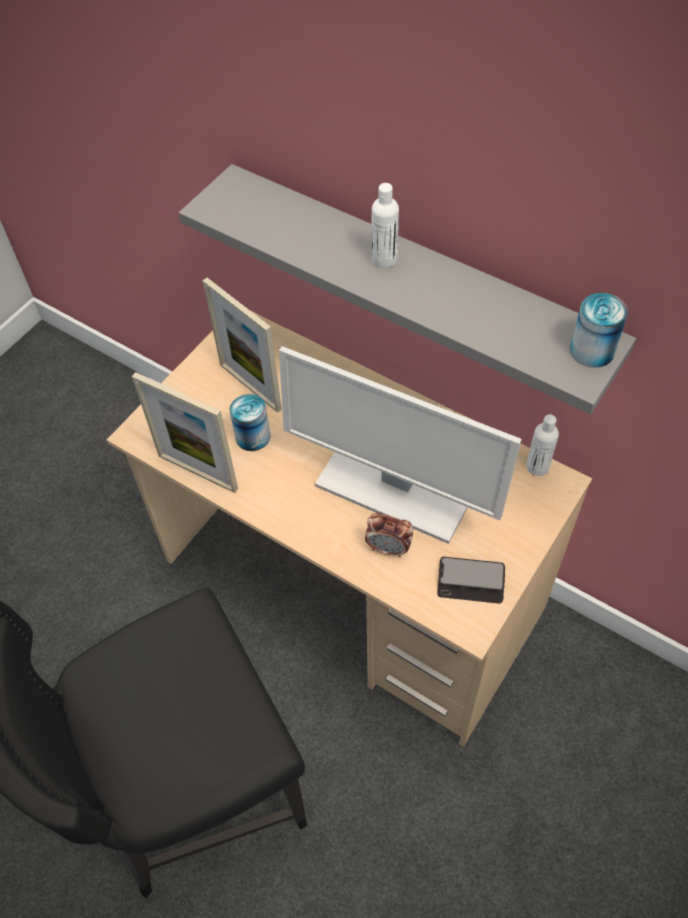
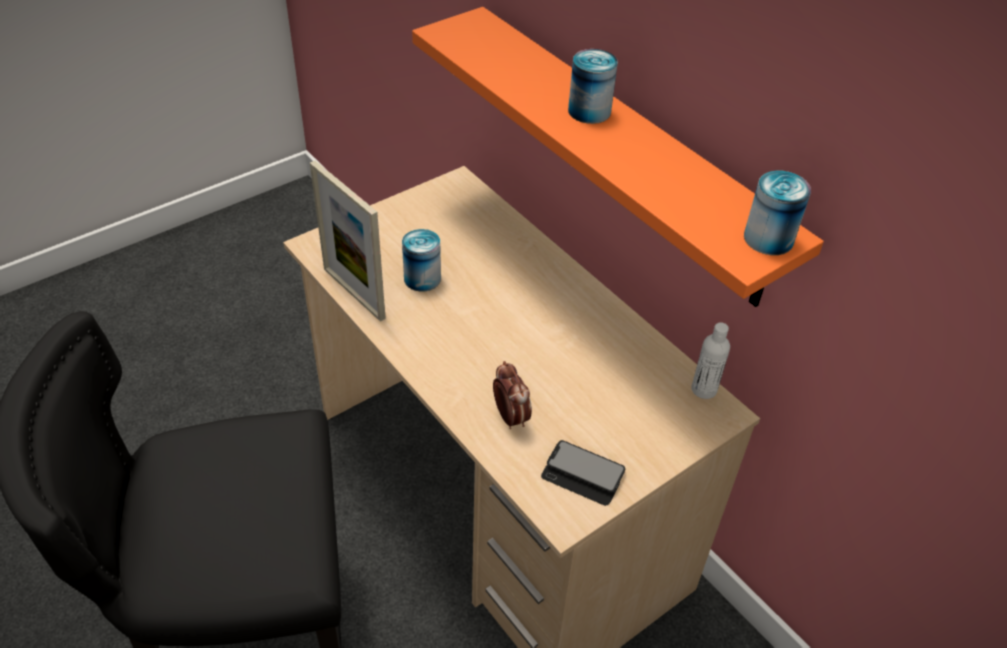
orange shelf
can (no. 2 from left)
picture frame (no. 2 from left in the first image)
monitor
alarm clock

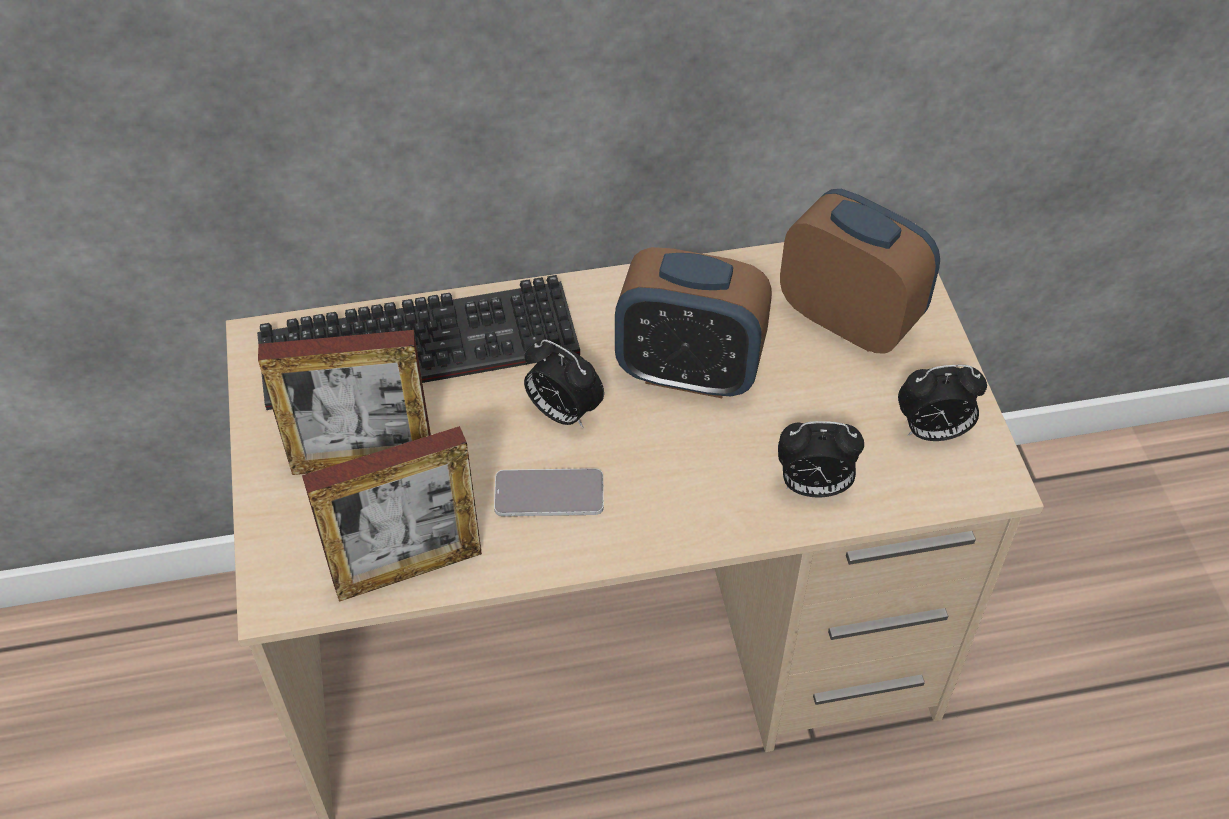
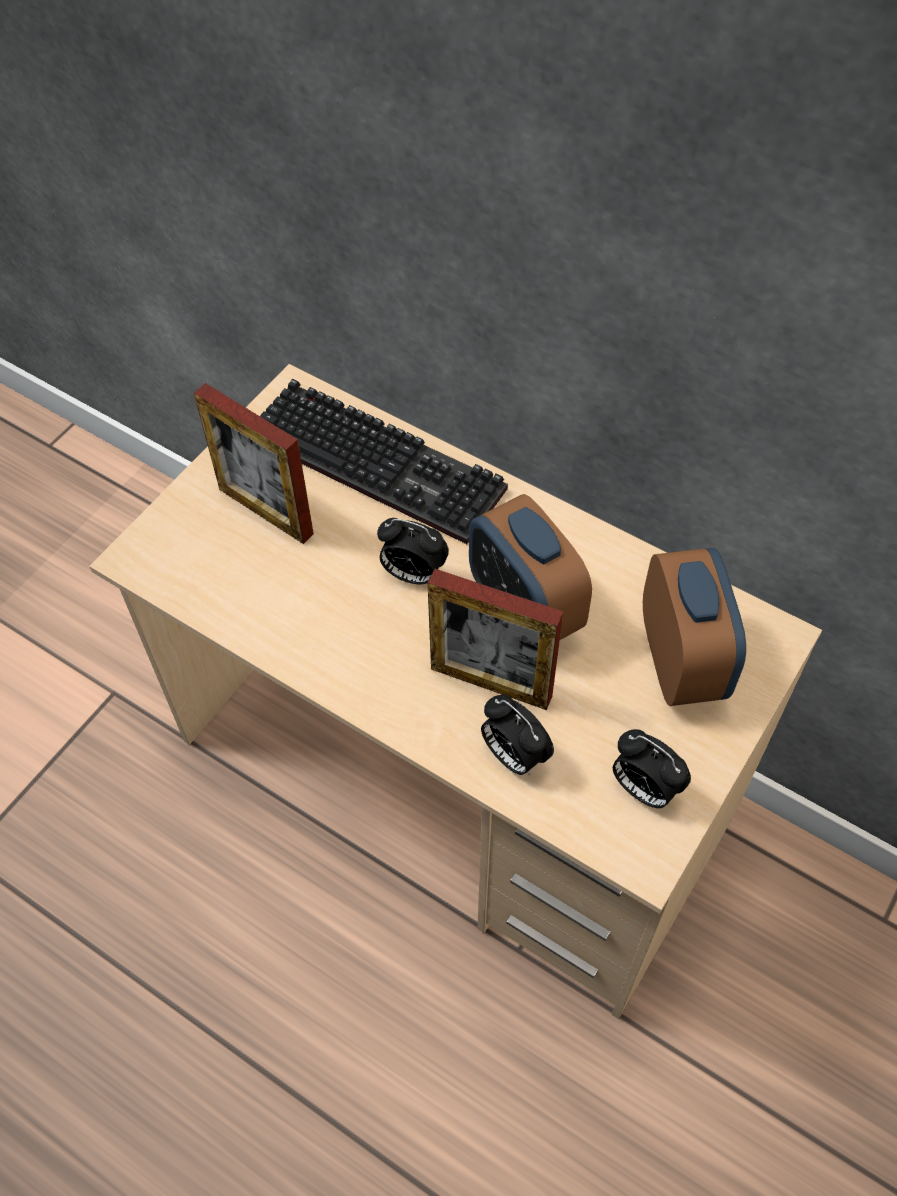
alarm clock (no. 1 from left)
picture frame (no. 2 from left)
phone

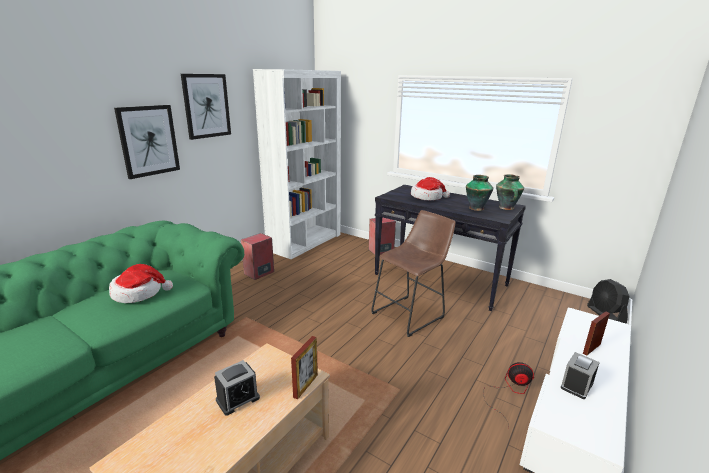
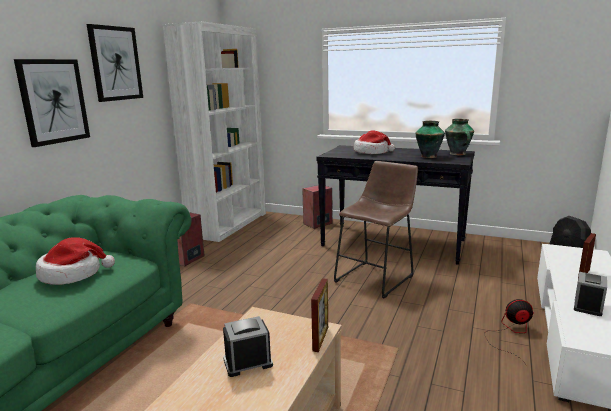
alarm clock (no. 1 from left)

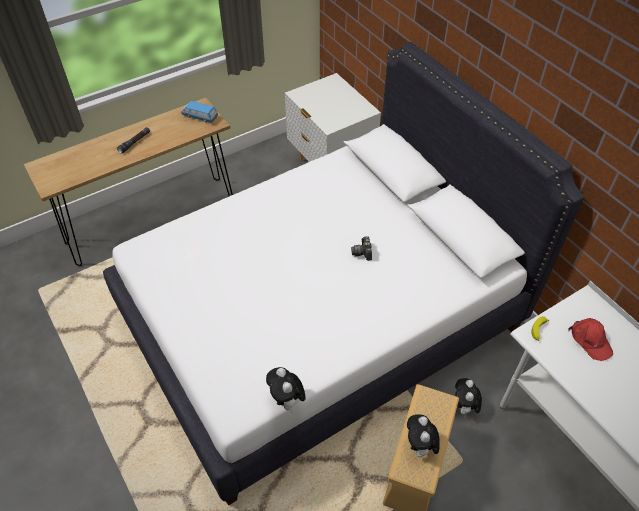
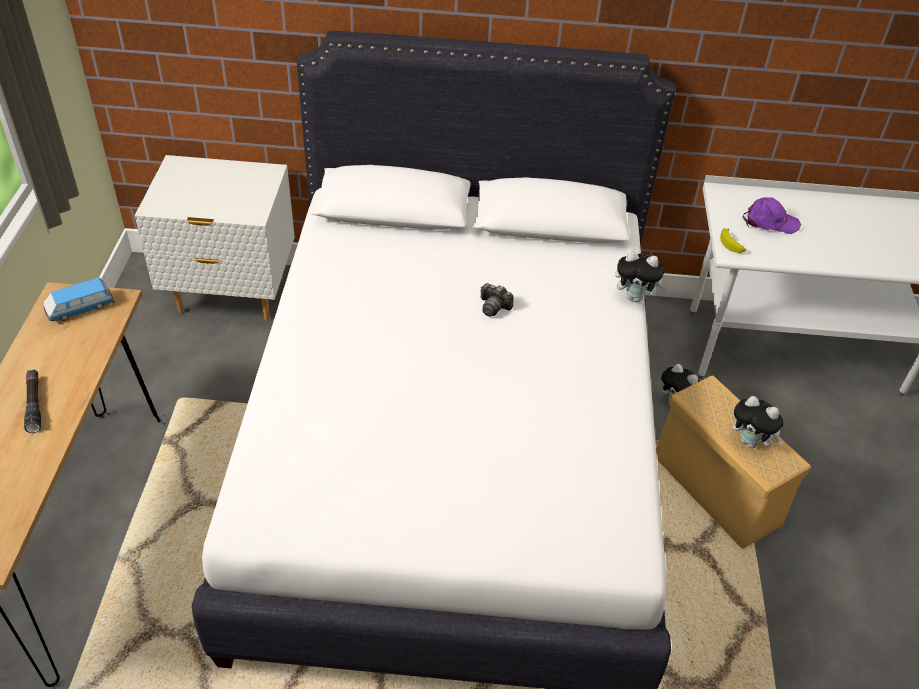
purple cap
plush toy (no. 1 from left)

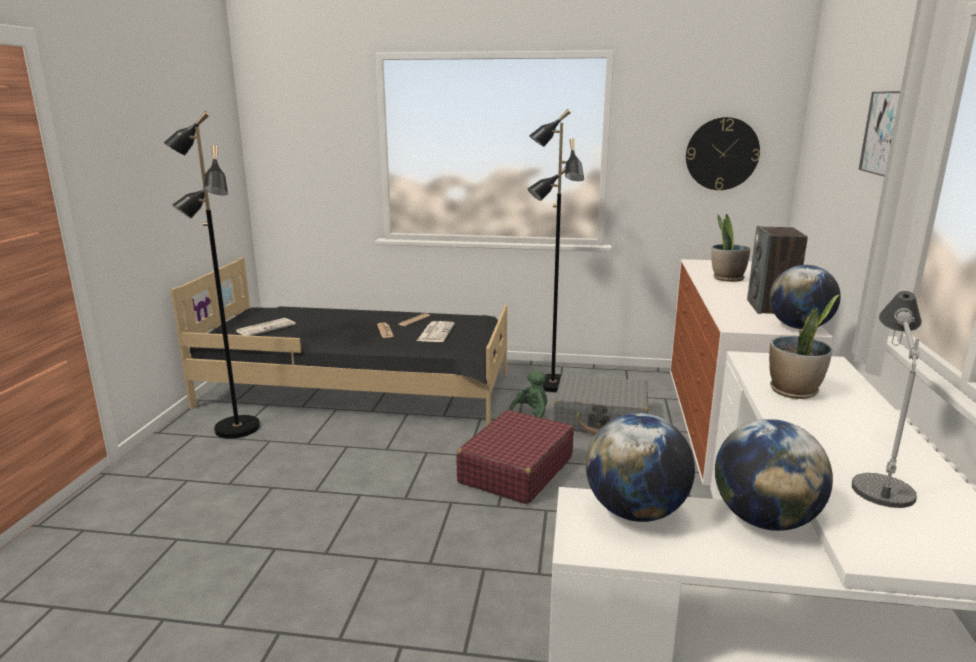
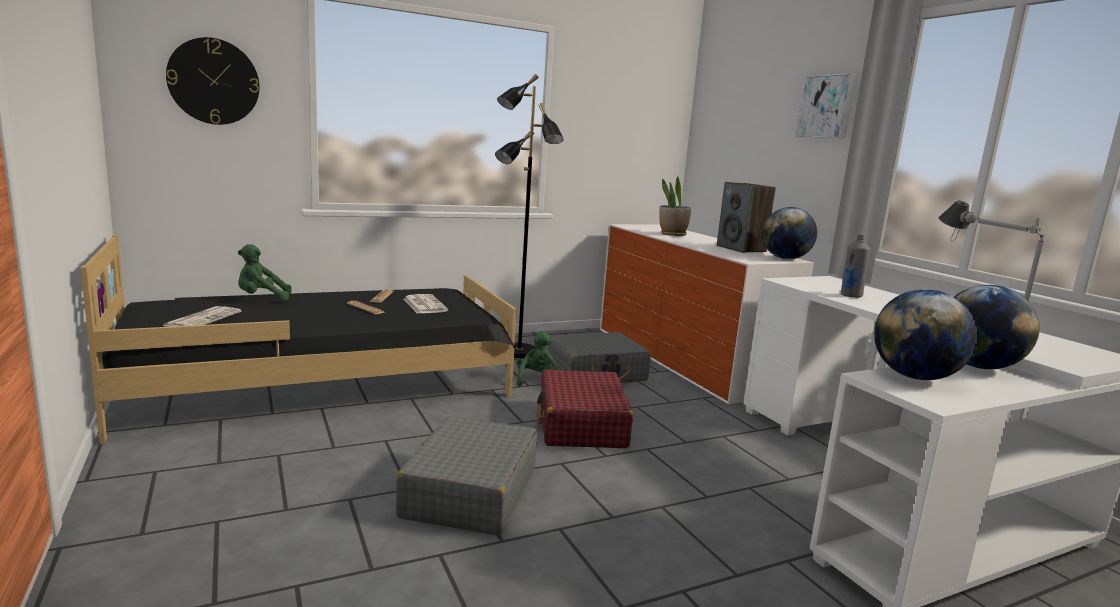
black floor lamp (no. 1 from left in the first image)
wall clock
grey bottle
green plush toy (no. 1 from left)
grey suitcase (no. 1 from left)

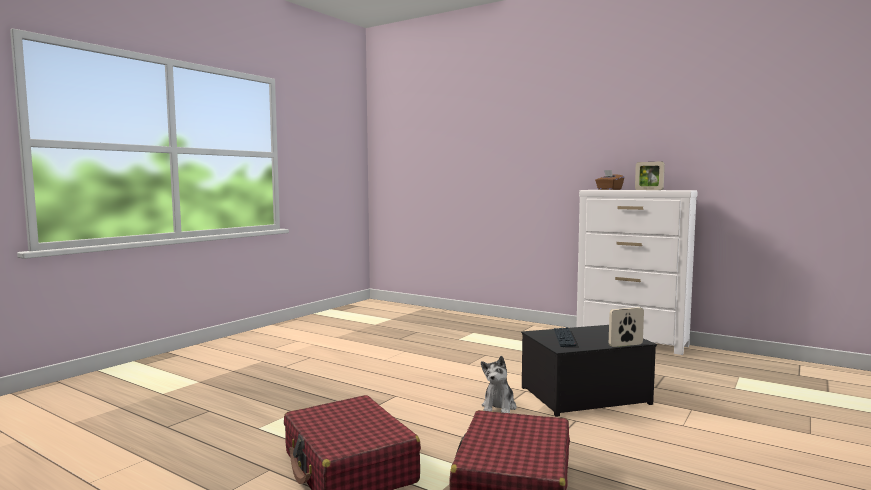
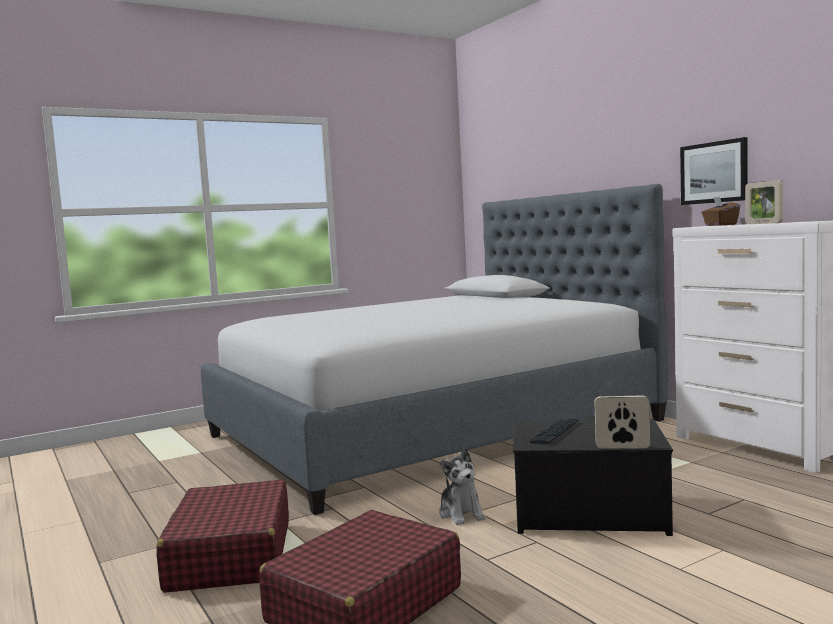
plush toy
picture
bed

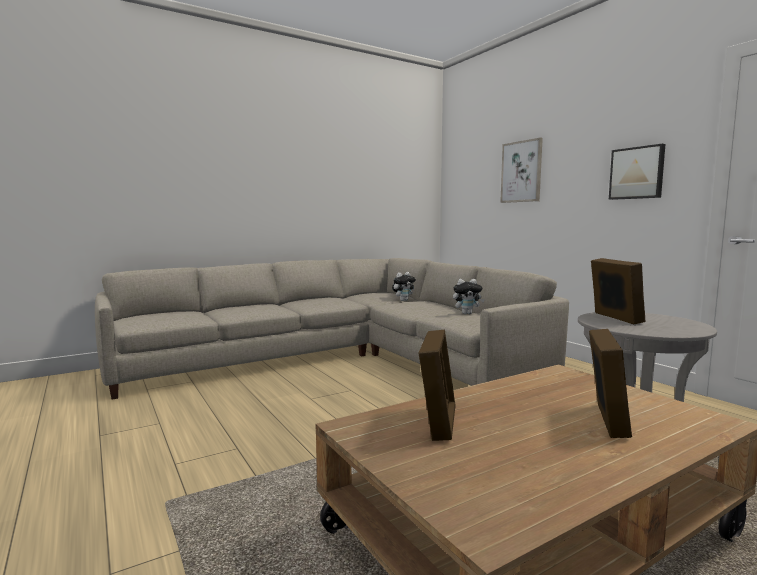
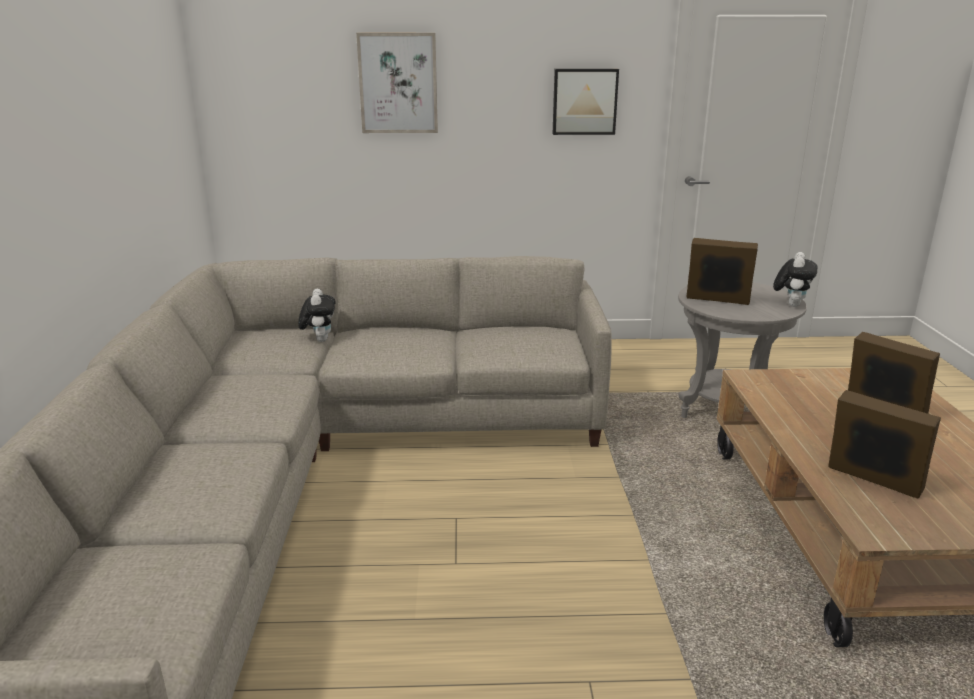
plush toy (no. 2 from left)

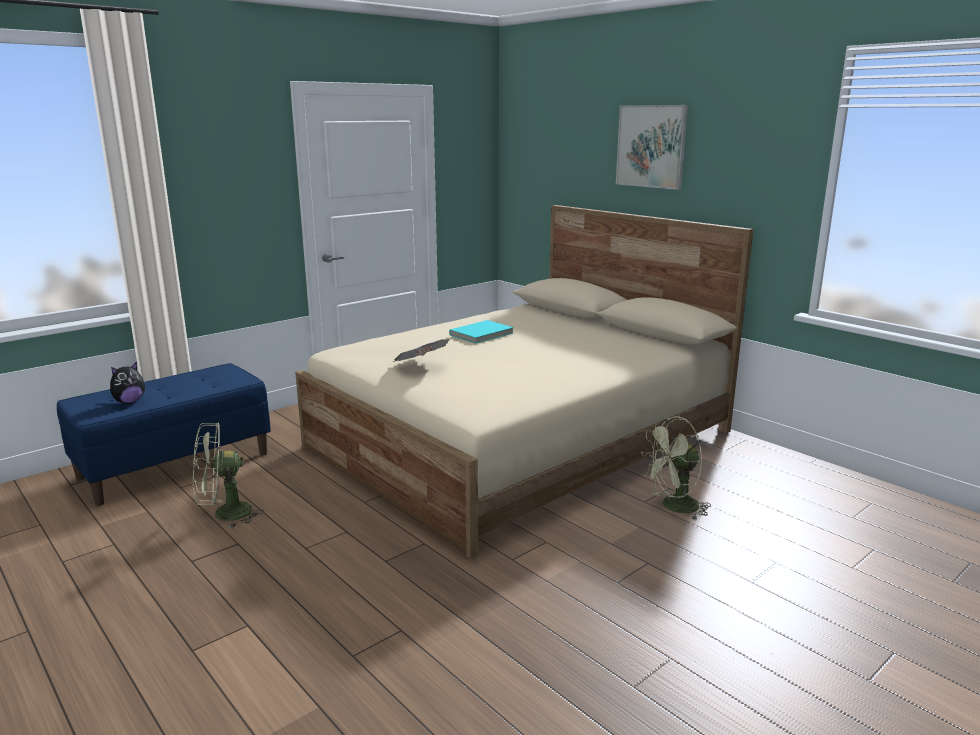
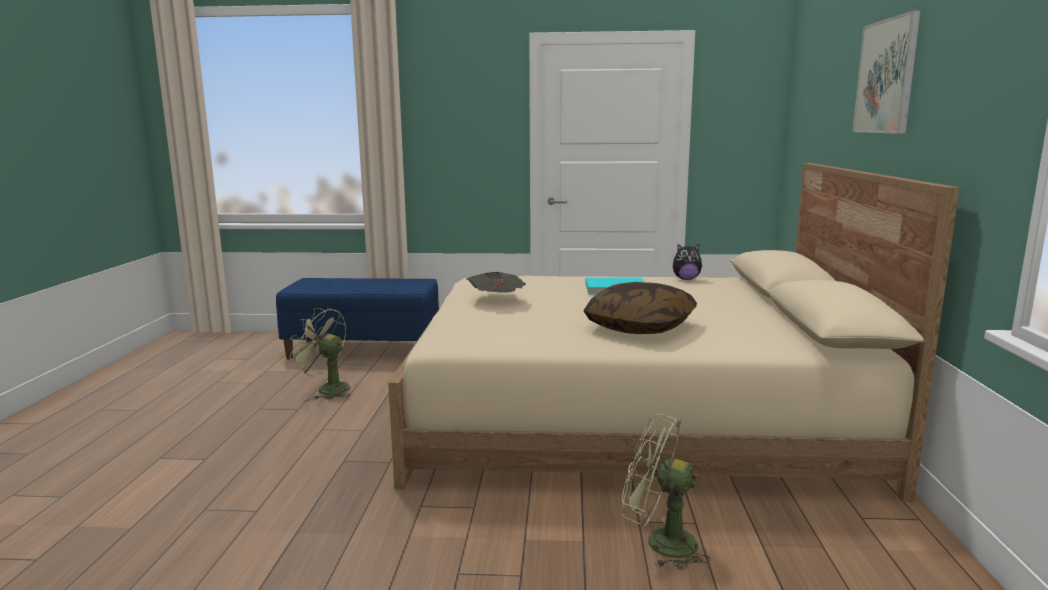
plush toy
pillow

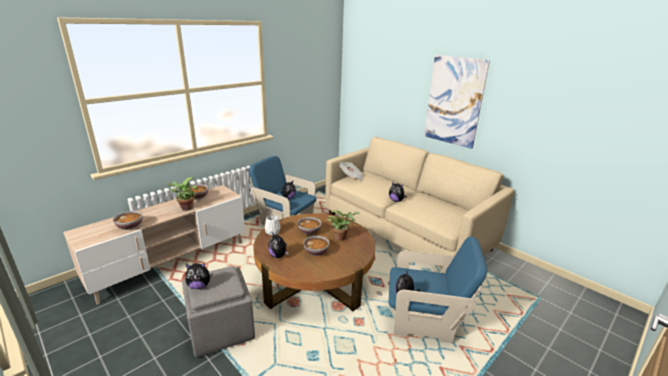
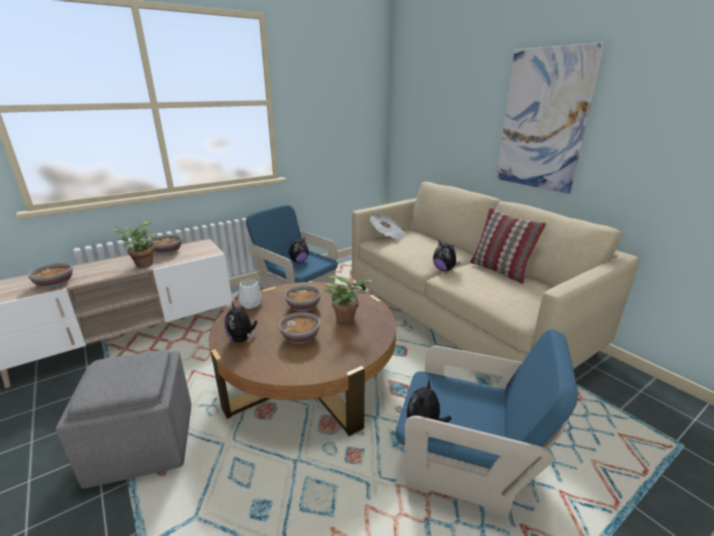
plush toy (no. 1 from left in the first image)
pillow

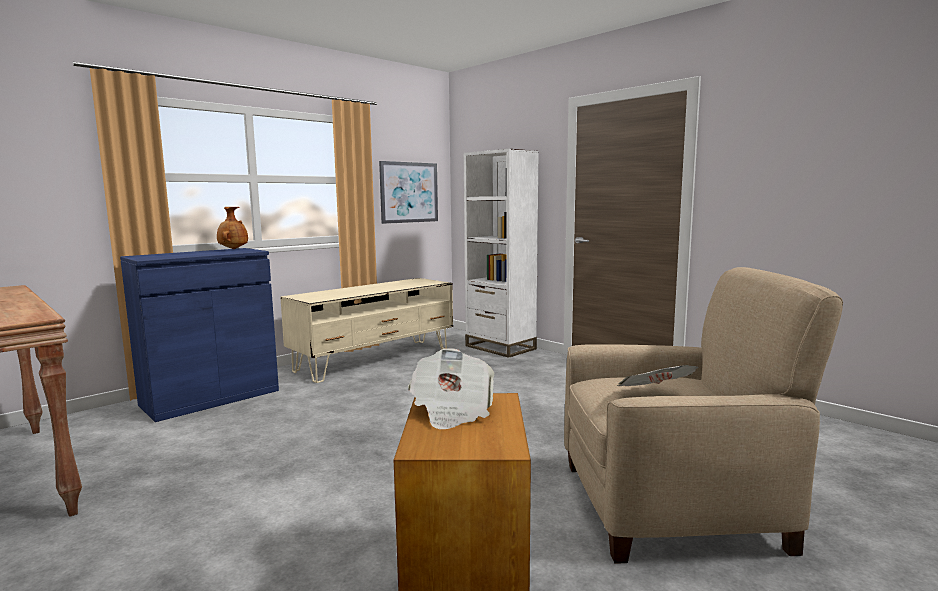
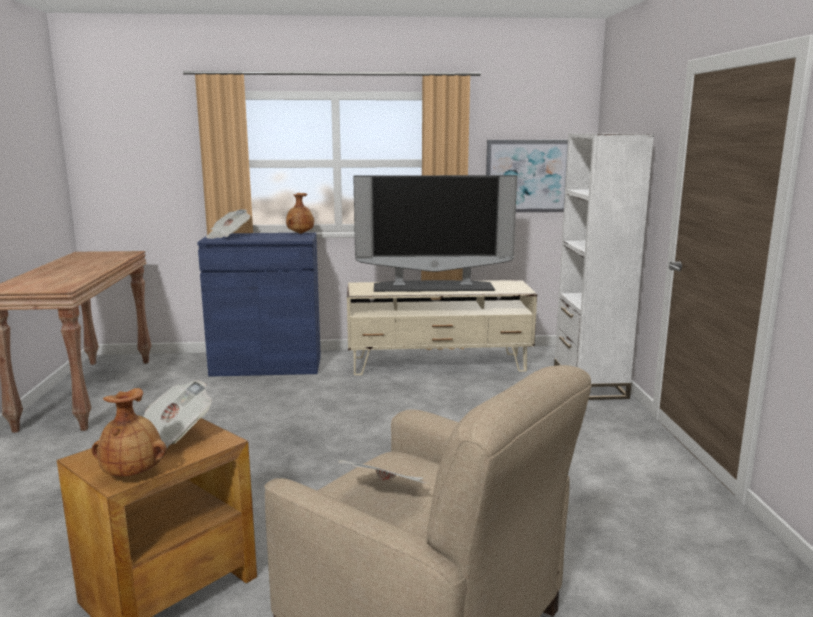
television
newspaper (no. 2 from left)
brown vase (no. 1 from left)

